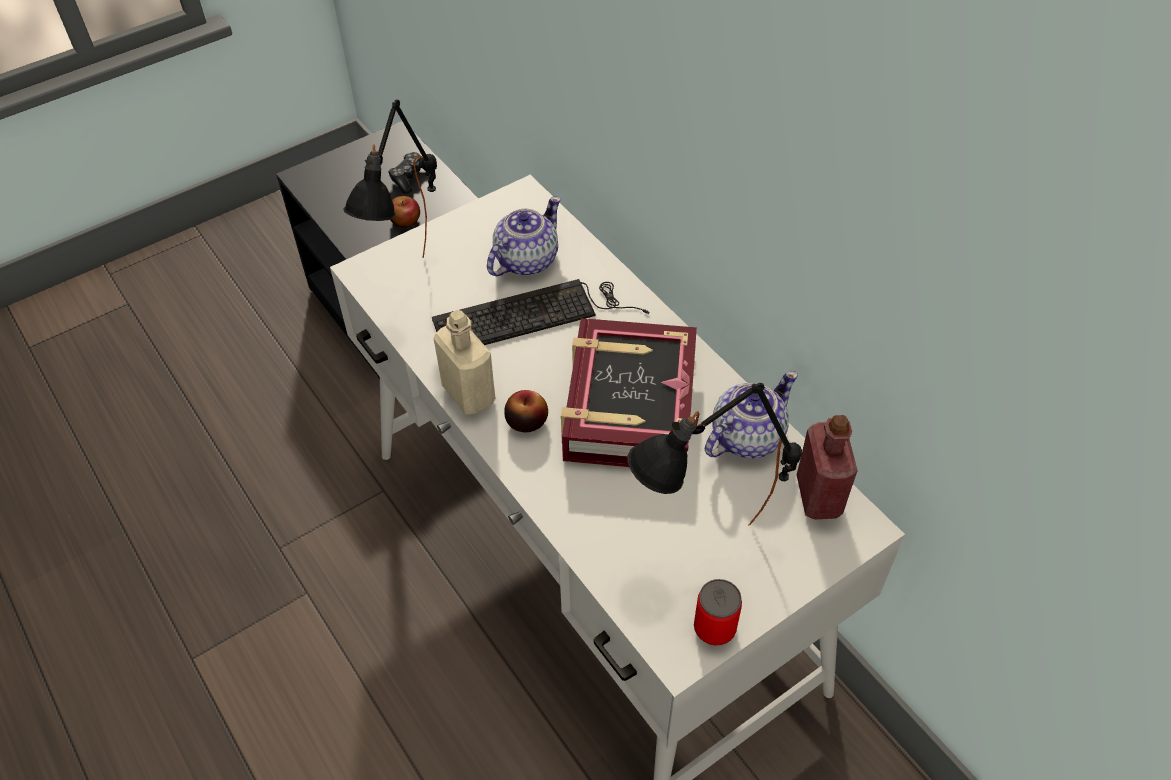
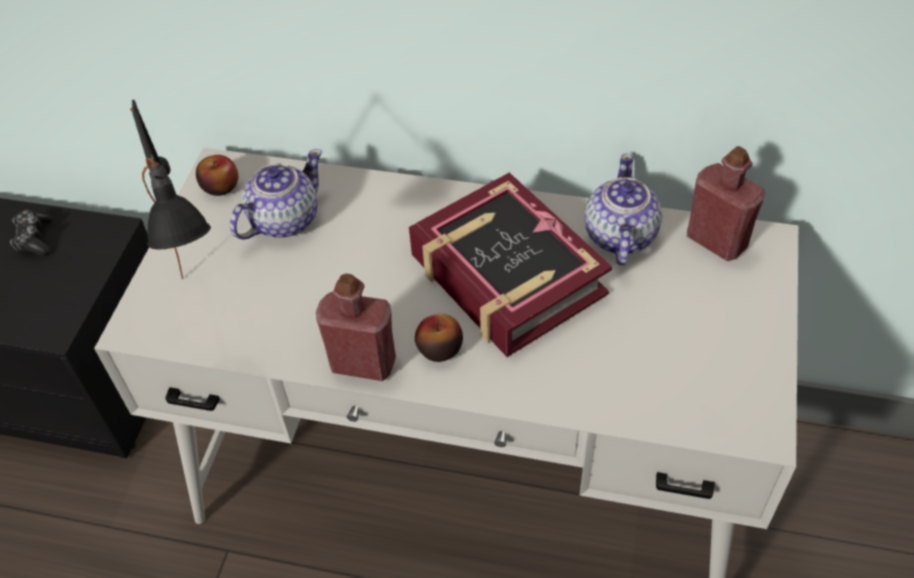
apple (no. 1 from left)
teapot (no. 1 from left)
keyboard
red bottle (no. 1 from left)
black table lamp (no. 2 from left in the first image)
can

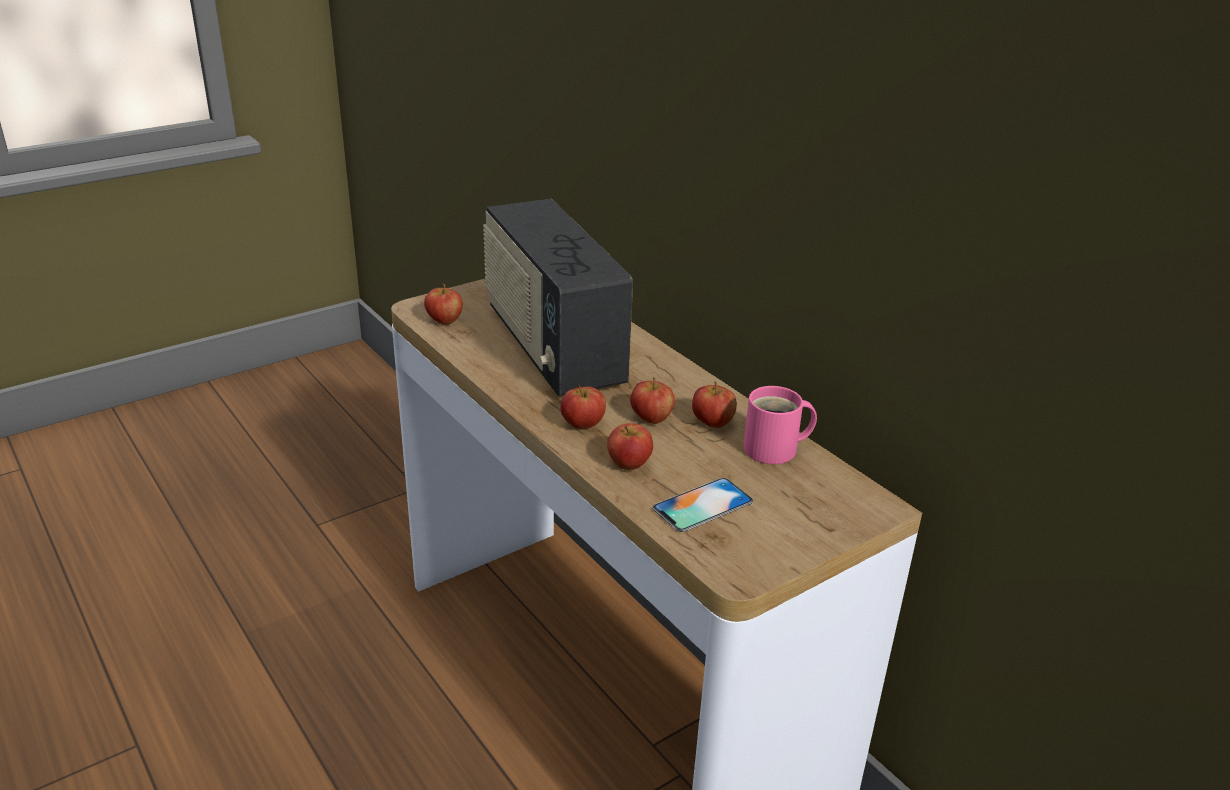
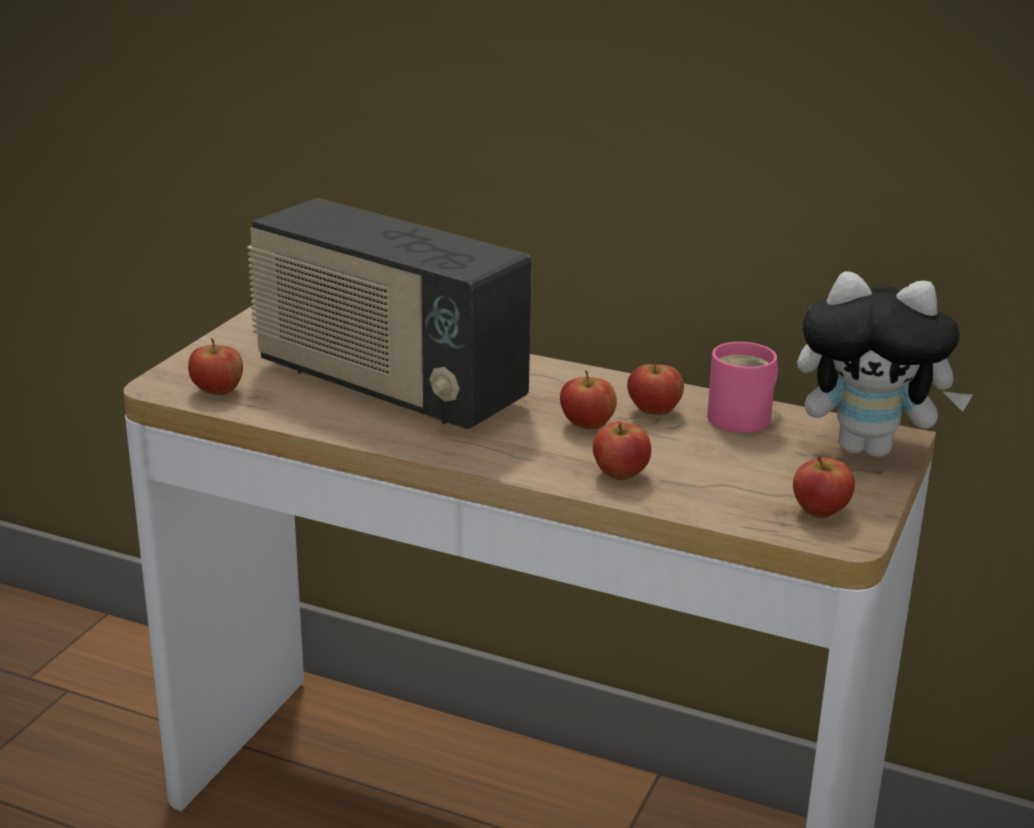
apple (no. 5 from left)
phone
plush toy

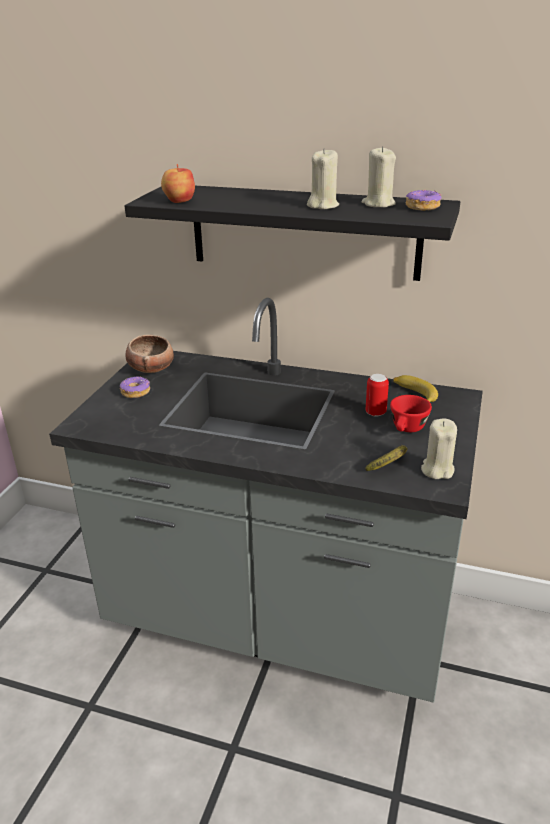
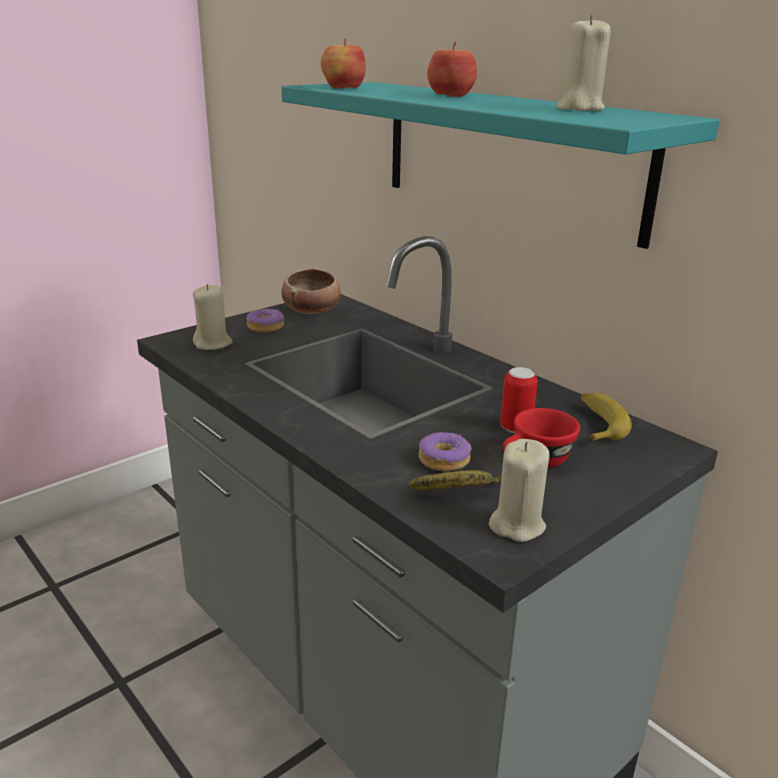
beige candle (no. 1 from left)
turquoise shelf
donut (no. 2 from left)
apple (no. 2 from left)

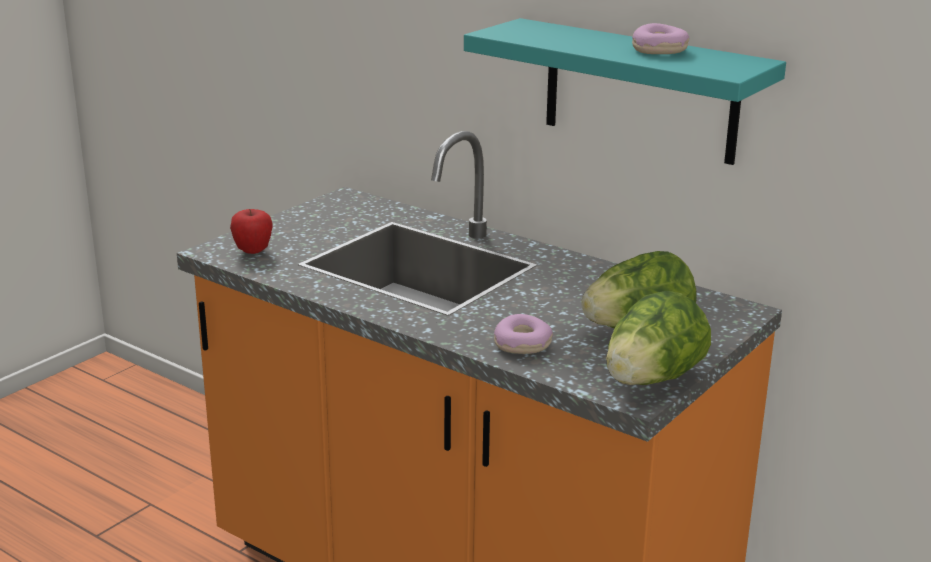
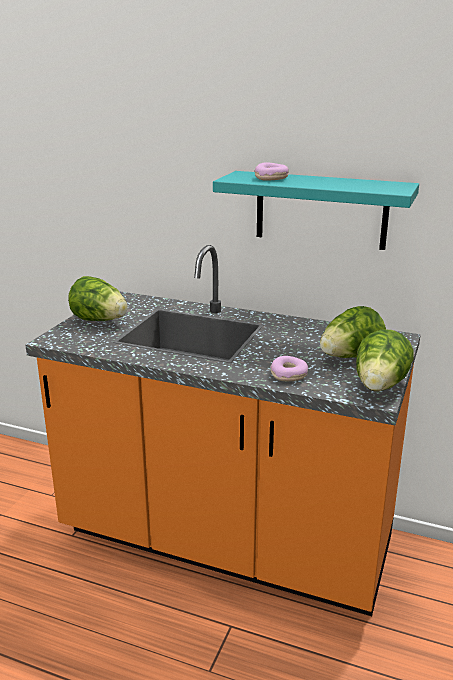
donut (no. 1 from left)
apple
lettuce (no. 1 from left)

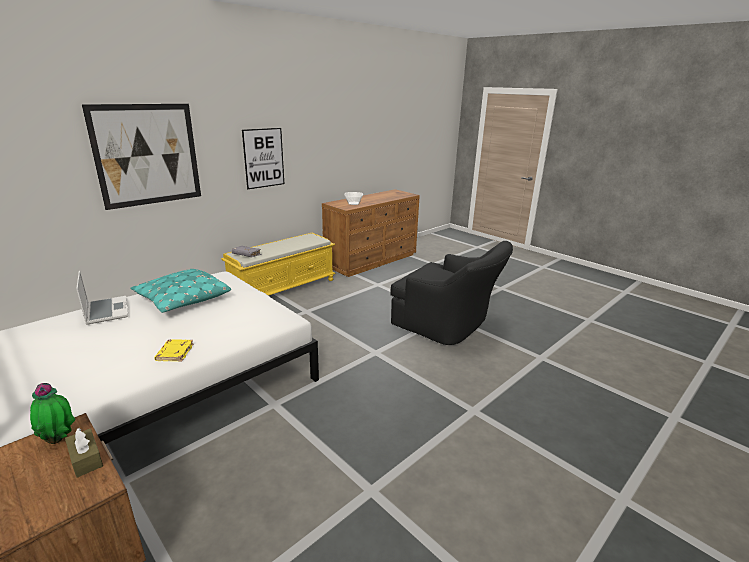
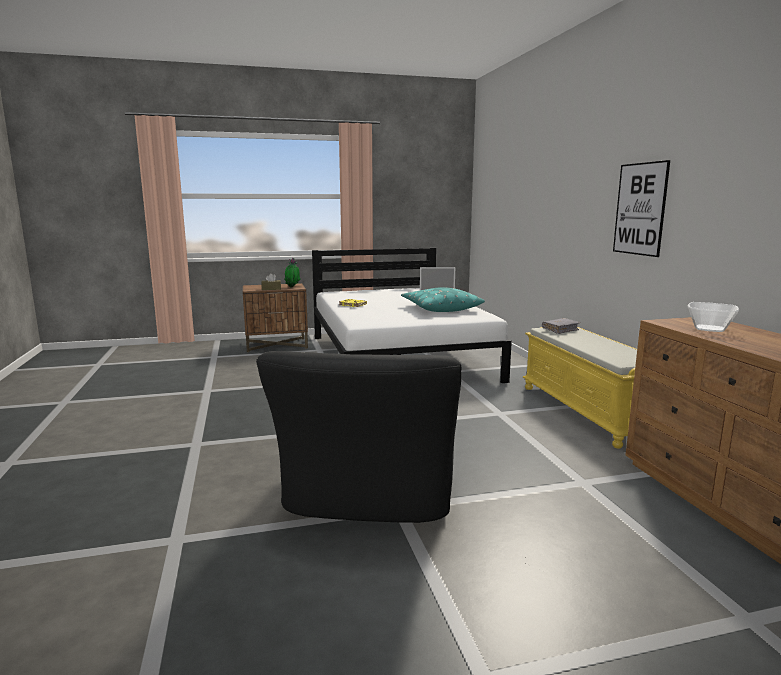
picture (no. 1 from left in the first image)
black armchair

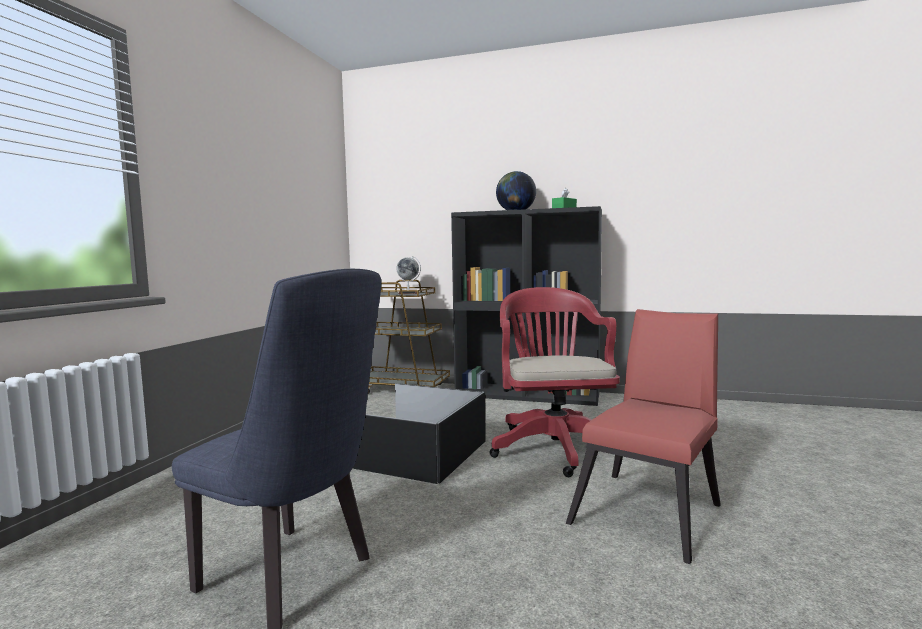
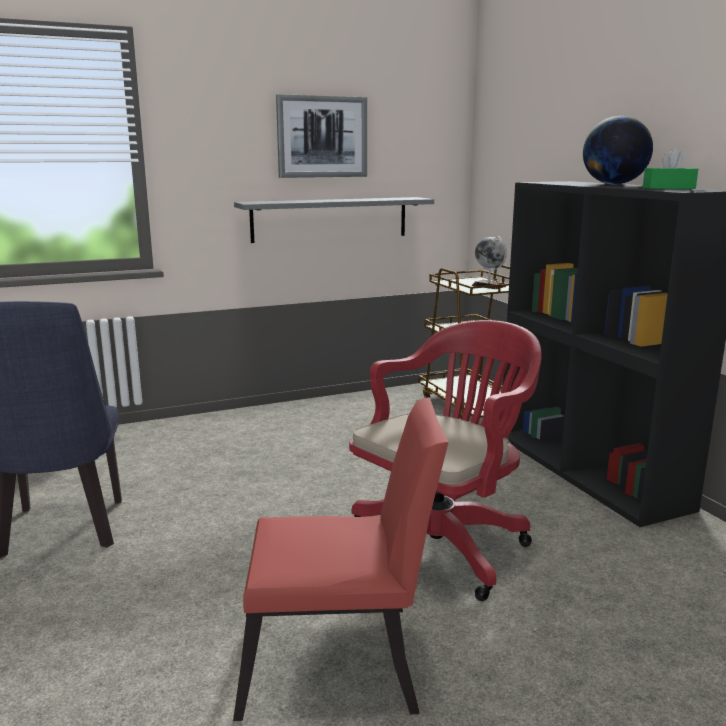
black storage box
picture
grey shelf

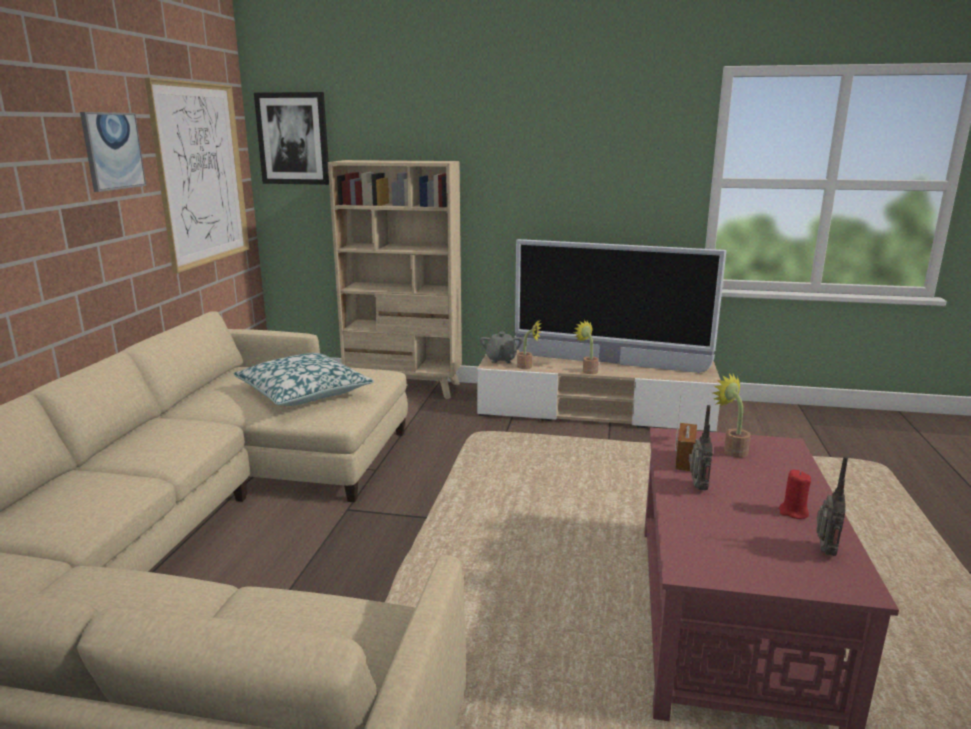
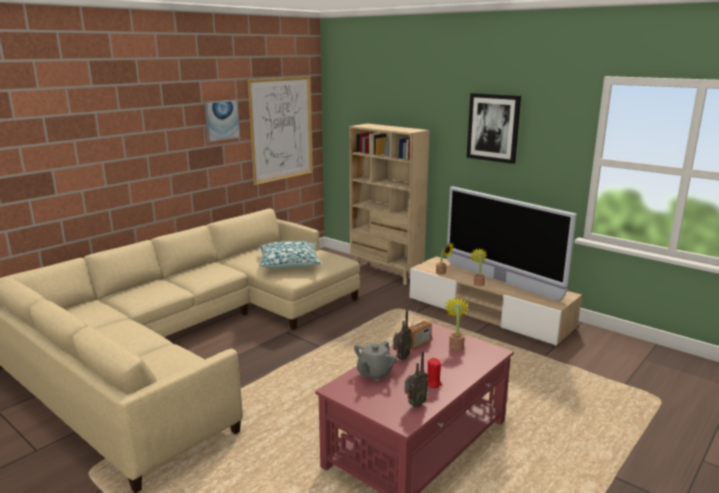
picture (no. 3 from left)
grey teapot

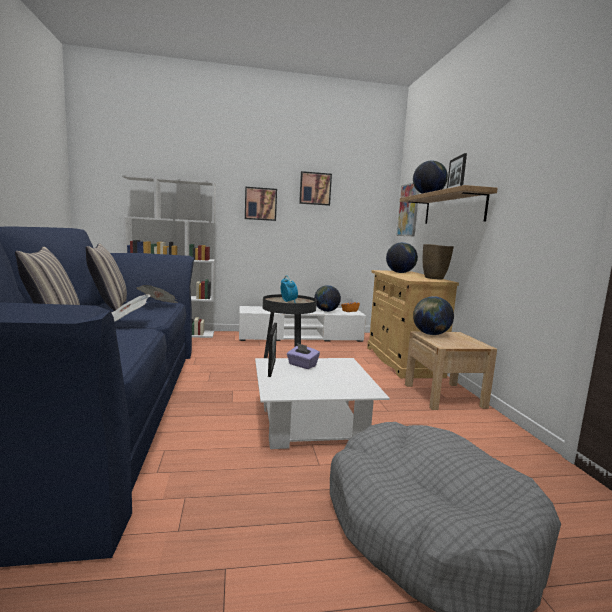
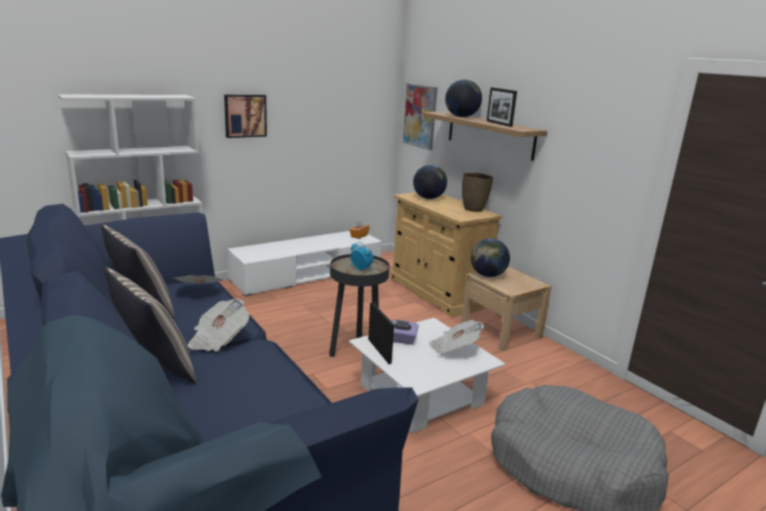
picture (no. 2 from left in the first image)
globe (no. 1 from left in the first image)
newspaper (no. 3 from left)

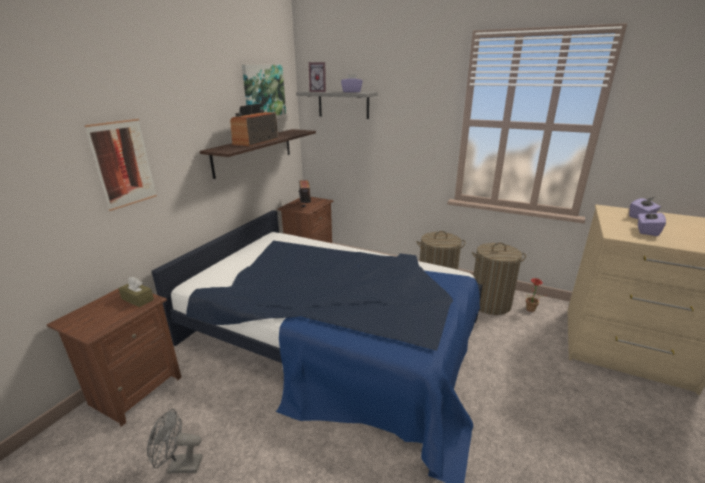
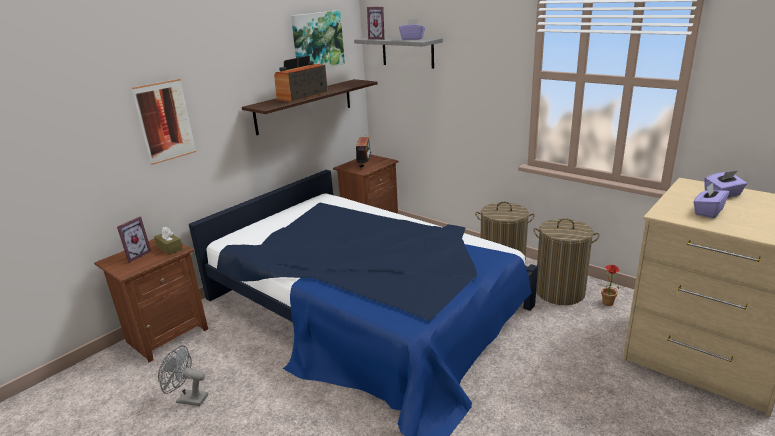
picture frame (no. 1 from left)

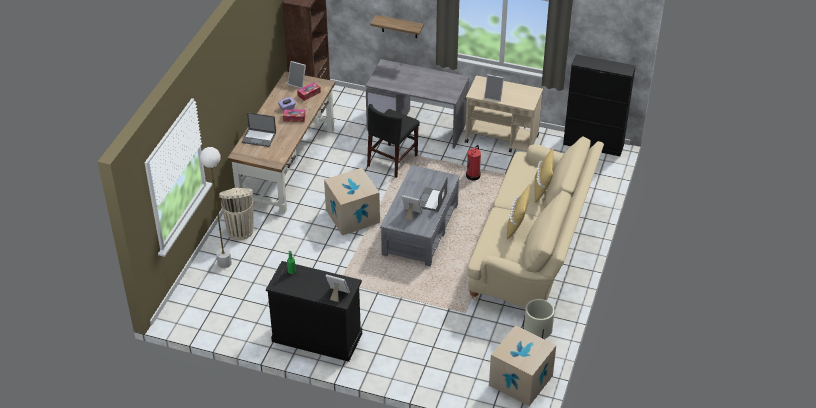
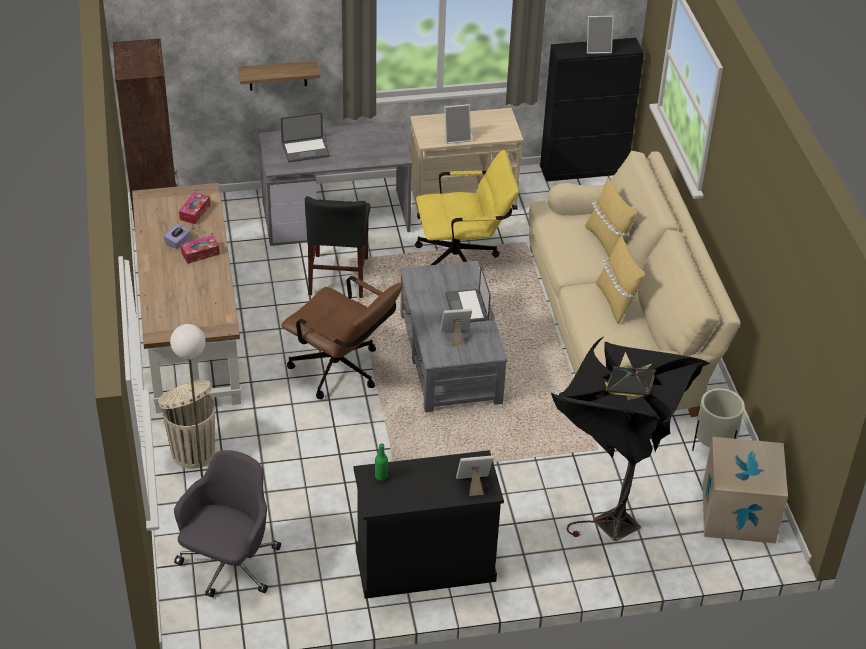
picture frame (no. 4 from left)
laptop (no. 1 from left)
yellow office chair
brown office chair
black floor lamp
grey office chair

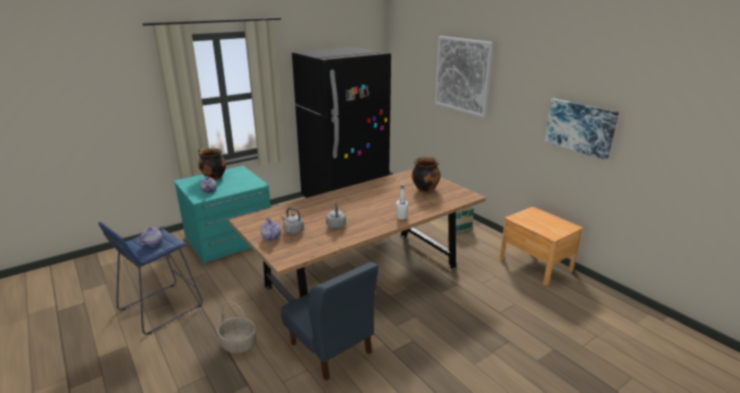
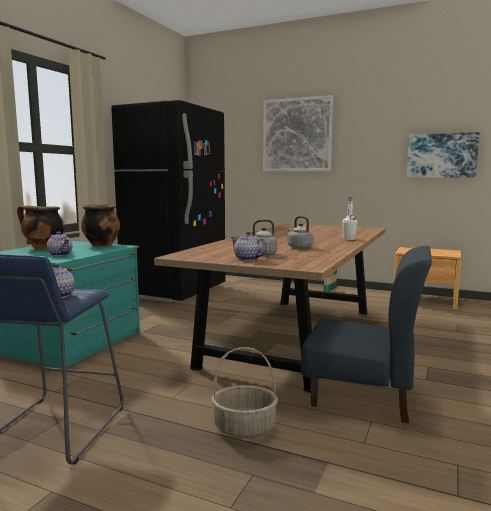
cooking pot (no. 2 from left)

